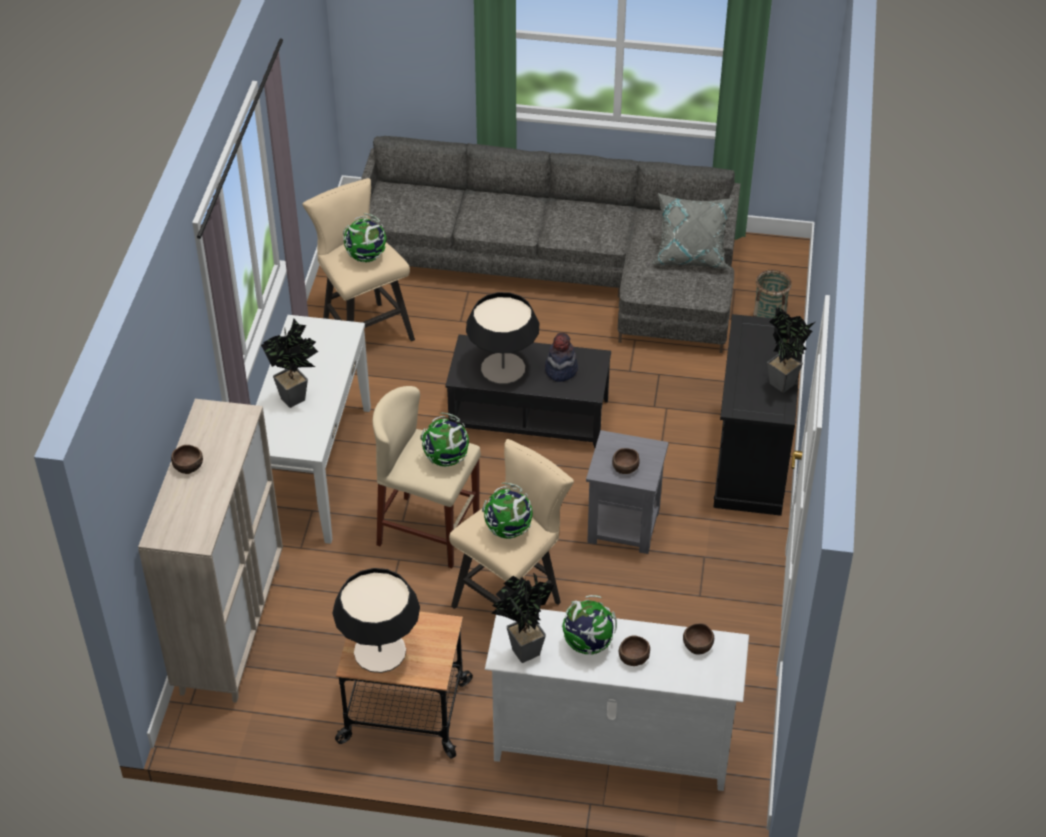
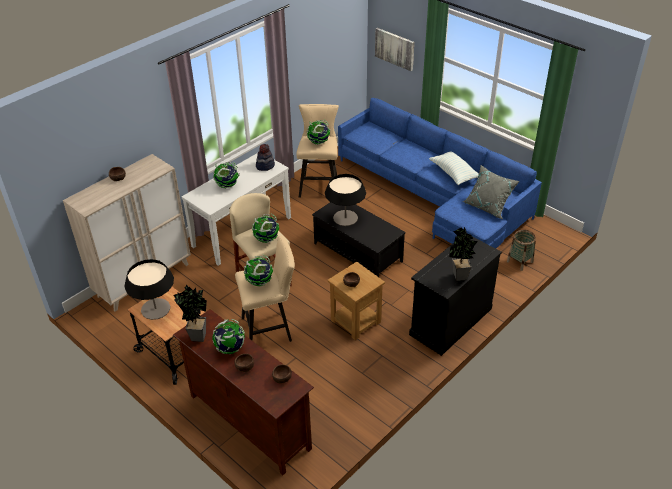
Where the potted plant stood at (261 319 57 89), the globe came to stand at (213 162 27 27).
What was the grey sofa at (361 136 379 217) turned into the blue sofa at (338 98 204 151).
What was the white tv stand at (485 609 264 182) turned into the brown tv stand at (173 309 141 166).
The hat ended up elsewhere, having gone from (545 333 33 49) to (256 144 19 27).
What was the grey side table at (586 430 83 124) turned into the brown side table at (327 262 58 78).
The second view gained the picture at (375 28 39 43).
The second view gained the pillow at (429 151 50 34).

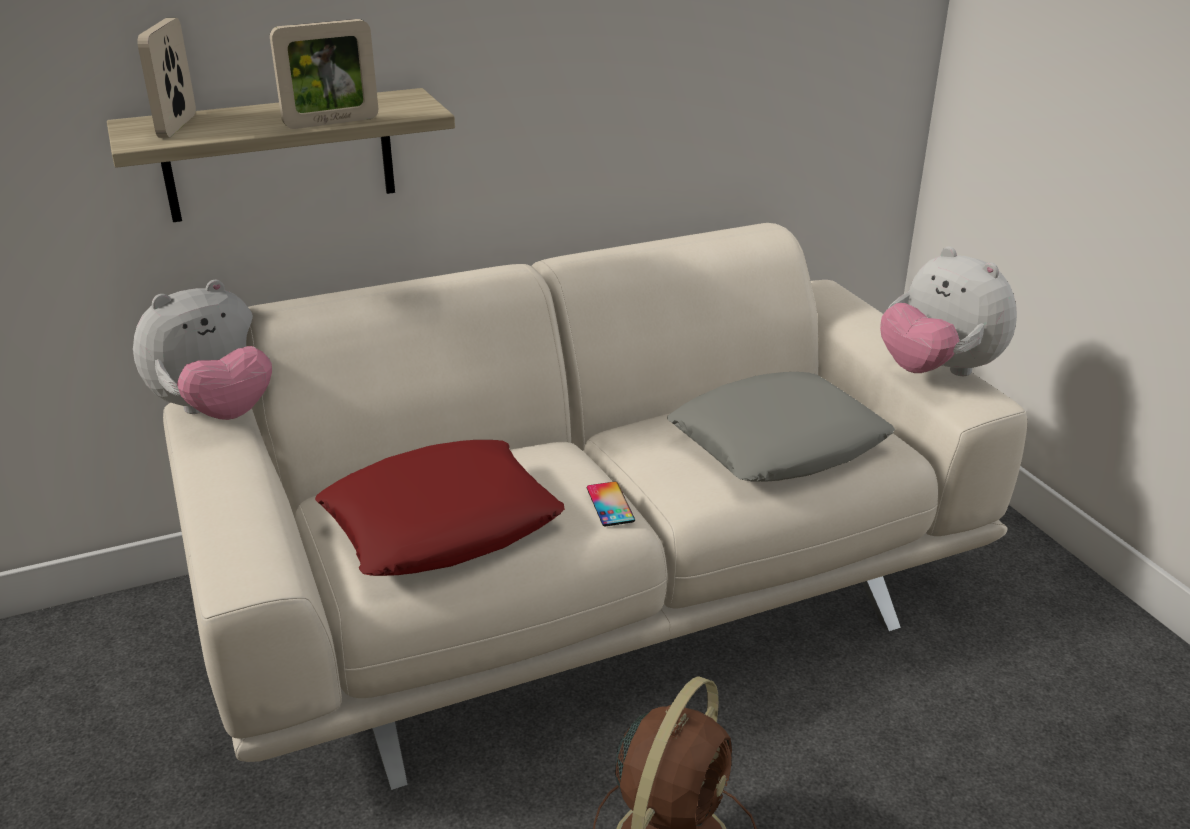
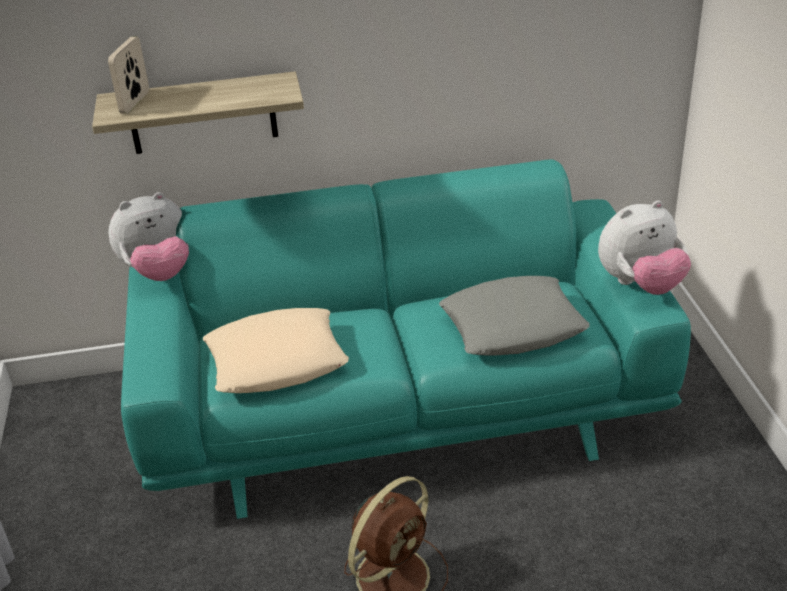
What was the beige sofa at (163 223 864 567) turned into the turquoise sofa at (121 159 570 360).
The second view lost the picture frame at (270 19 108 110).
What was the red pillow at (315 440 250 136) turned into the beige pillow at (203 308 146 85).
The second view lost the phone at (587 482 48 44).
The plush toy at (880 246 137 130) ended up facing another way, 90 degrees counterclockwise from before.

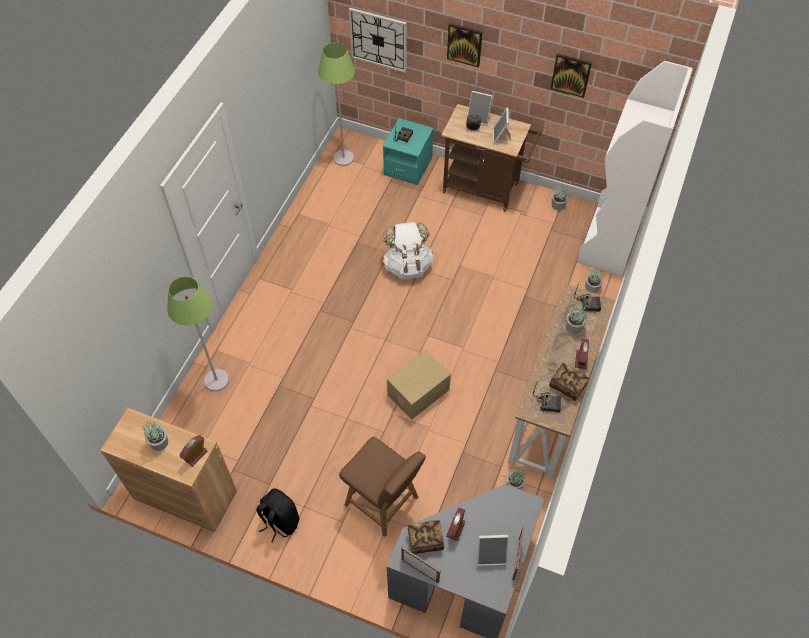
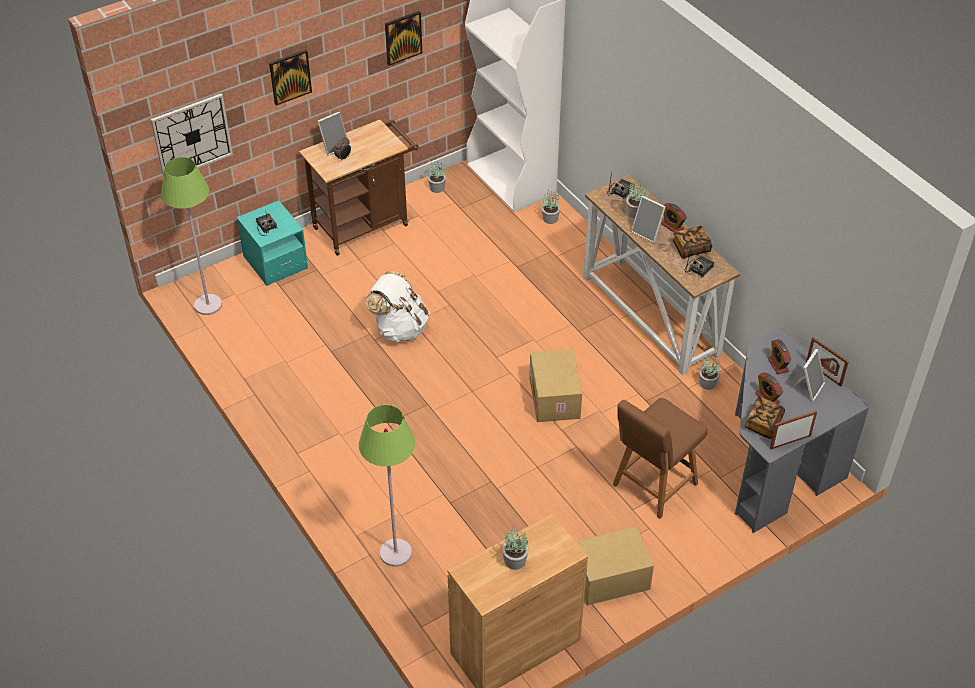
The alarm clock ended up elsewhere, having gone from (179 435 28 32) to (768 339 23 35).
Where the black backpack stood at (256 488 43 55), the cardboard box came to stand at (575 527 79 78).
The brown chair at (339 437 87 100) ended up facing another way, 150 degrees clockwise from before.
The picture frame ended up elsewhere, having gone from (493 108 18 37) to (631 196 35 47).

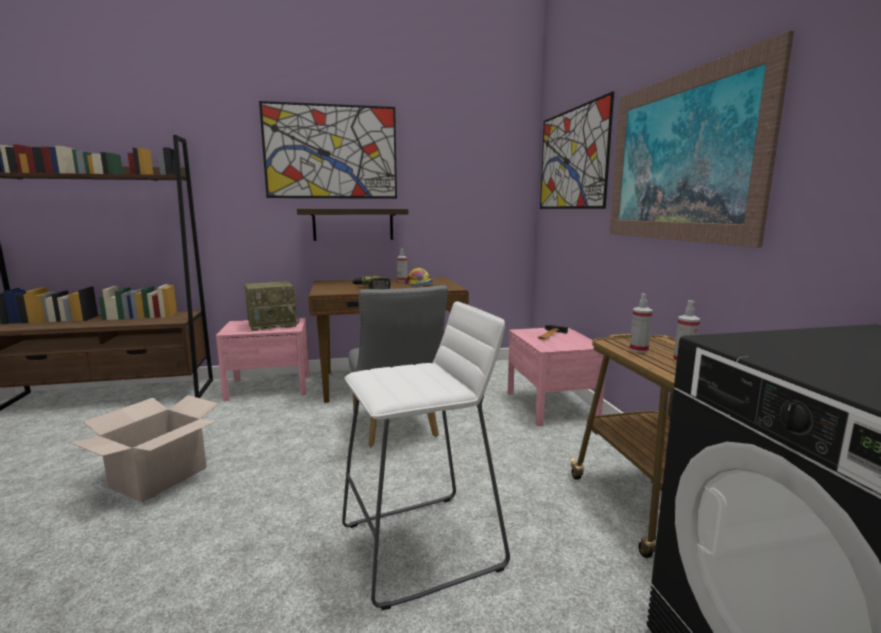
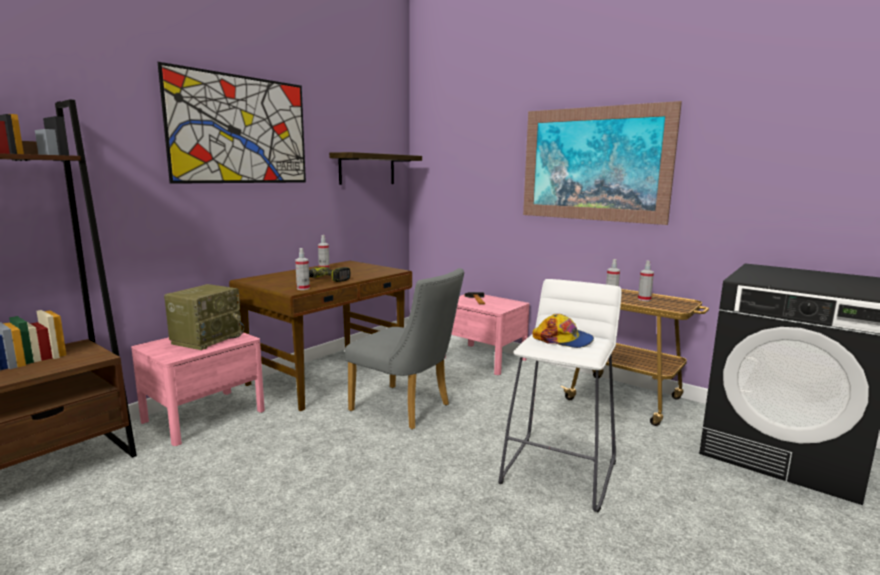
The second view lost the cardboard box at (71 395 148 108).
The shelf ended up elsewhere, having gone from (297 209 111 32) to (329 152 93 33).
The cap ended up elsewhere, having gone from (405 268 29 18) to (532 314 62 34).
The second view lost the picture at (540 91 74 118).
The second view gained the spray bottle at (295 248 15 42).

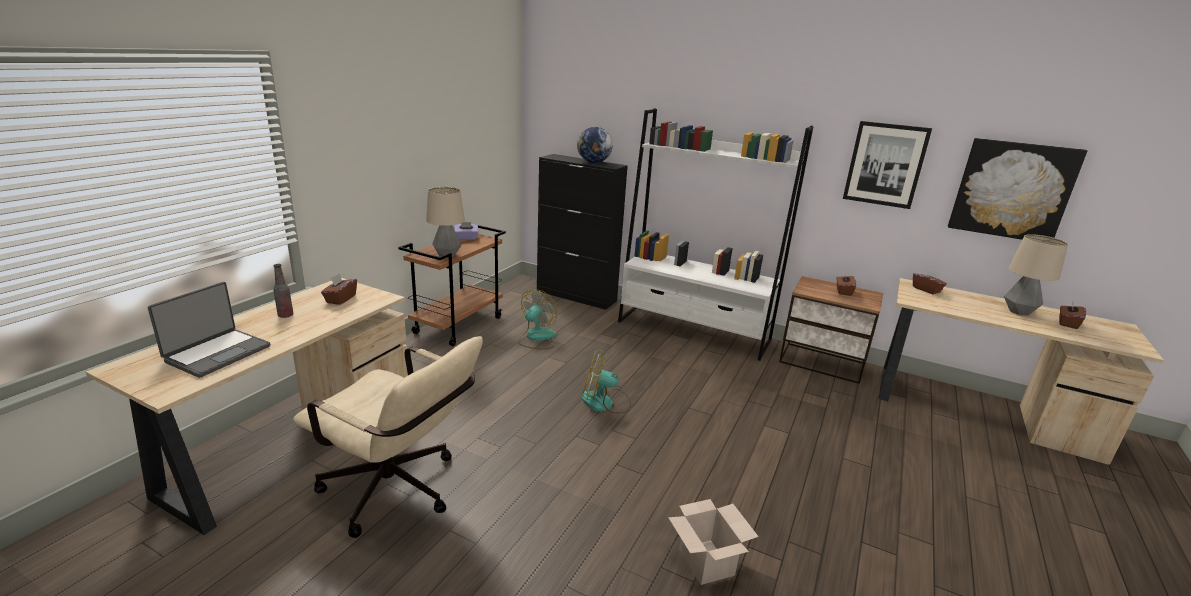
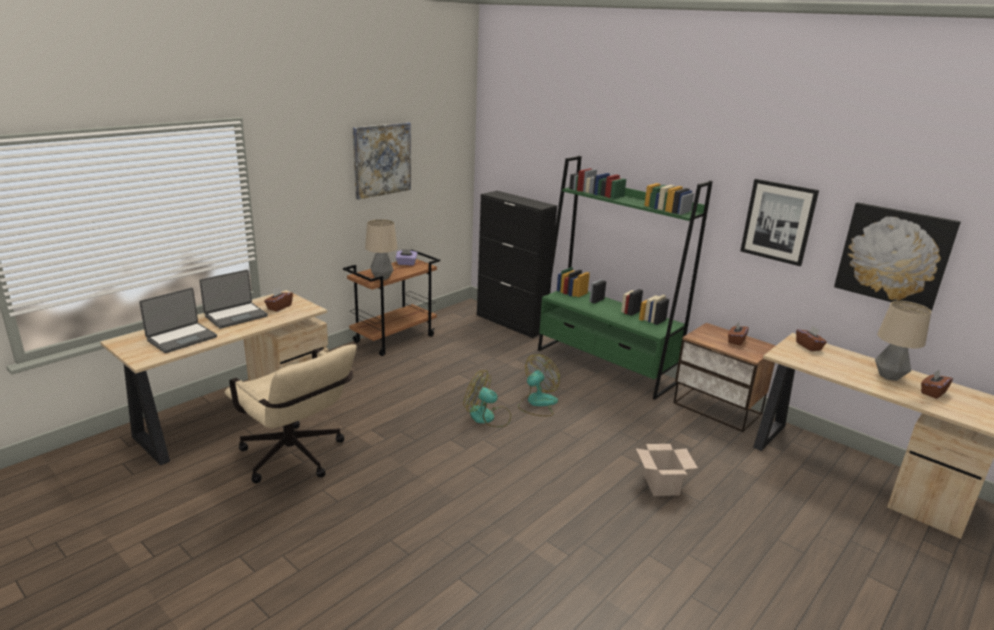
Where the bottle stood at (273 264 20 54), the laptop came to stand at (199 270 69 59).
The fan ended up elsewhere, having gone from (518 290 39 59) to (518 355 42 61).
The second view lost the globe at (577 127 36 36).
What was the white bookcase at (618 108 196 253) turned into the green bookcase at (538 156 175 244).
The cardboard box ended up elsewhere, having gone from (668 499 91 86) to (636 444 62 52).
The second view gained the picture at (353 122 58 78).

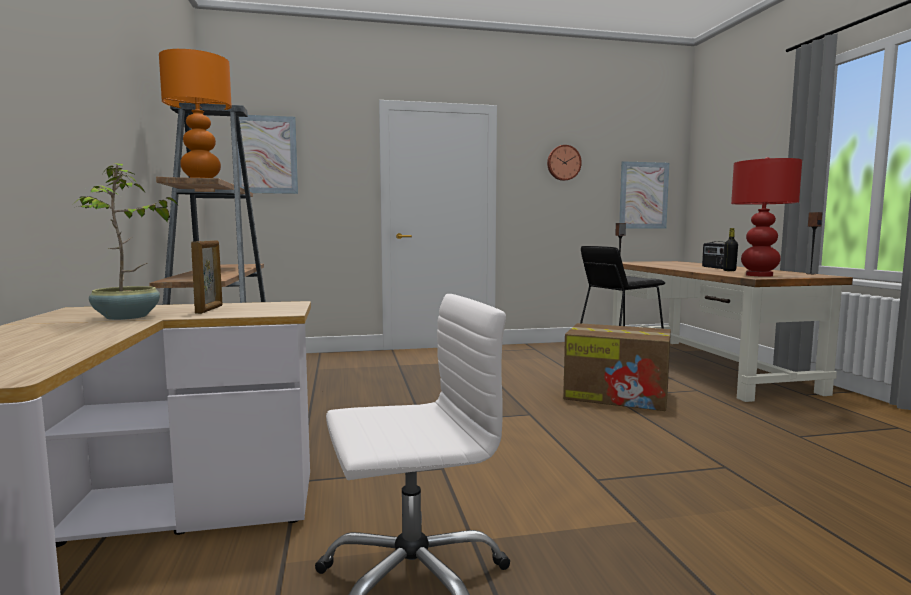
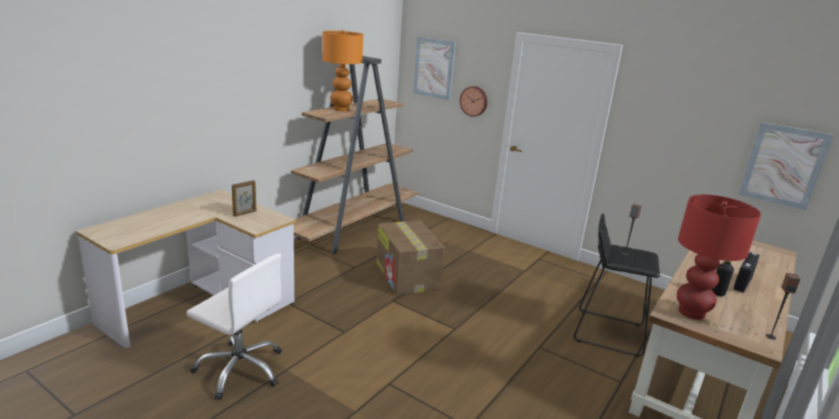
The second view lost the potted plant at (74 163 104 157).
The wall clock ended up elsewhere, having gone from (547 145 35 36) to (460 86 27 31).
The cardboard box ended up elsewhere, having gone from (563 323 108 88) to (376 220 69 75).

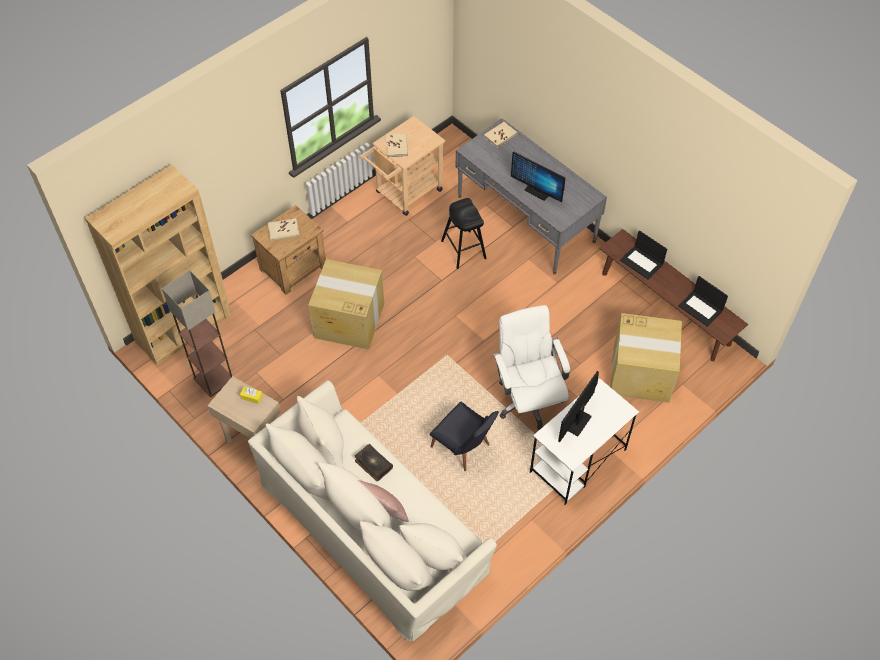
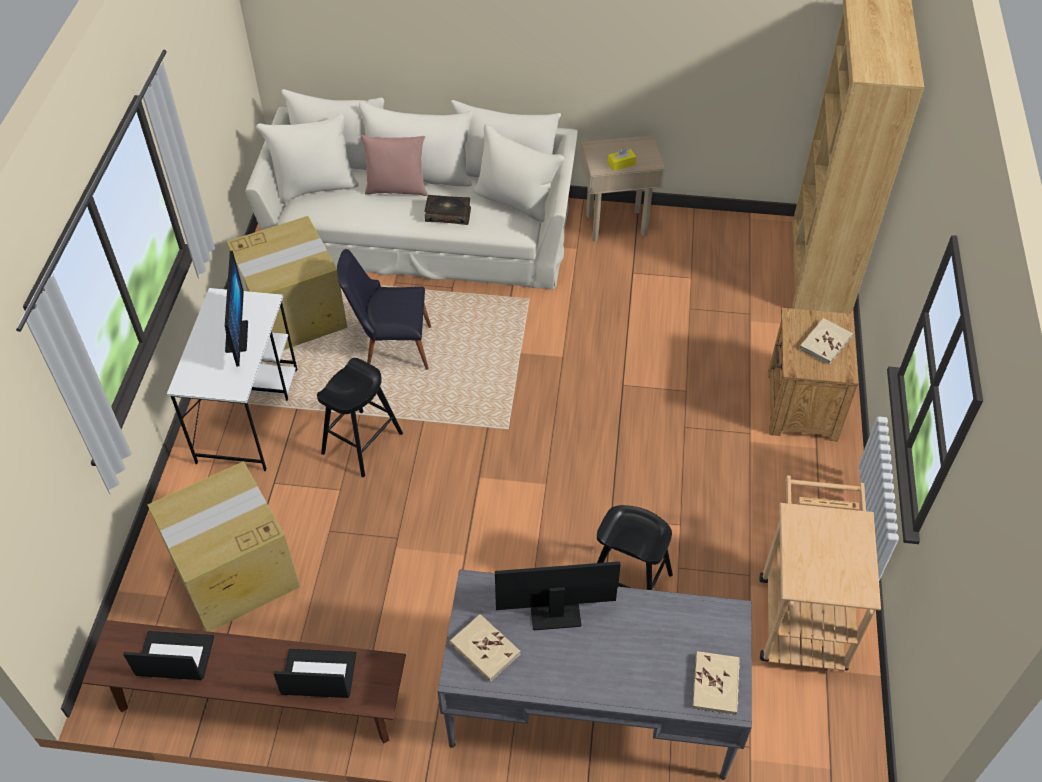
The second view lost the floor lamp at (162 270 70 127).
The cardboard box ended up elsewhere, having gone from (308 259 76 91) to (227 216 120 134).
The beige book ended up elsewhere, having gone from (386 133 22 24) to (450 614 70 68).
Where the white office chair stood at (494 305 76 125), the black stool came to stand at (317 358 86 119).

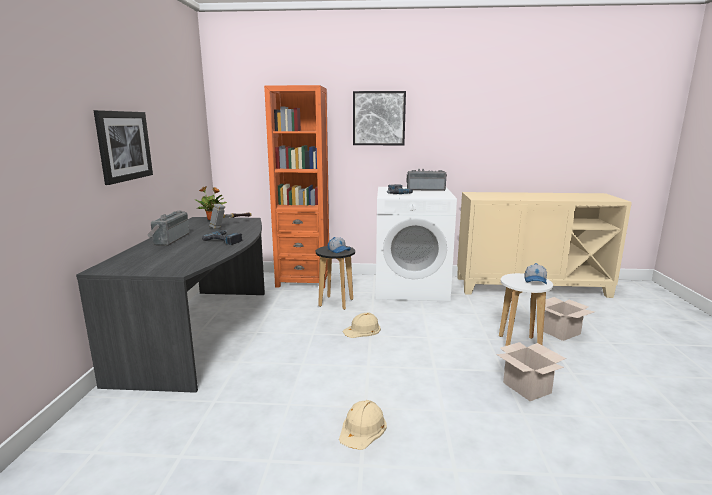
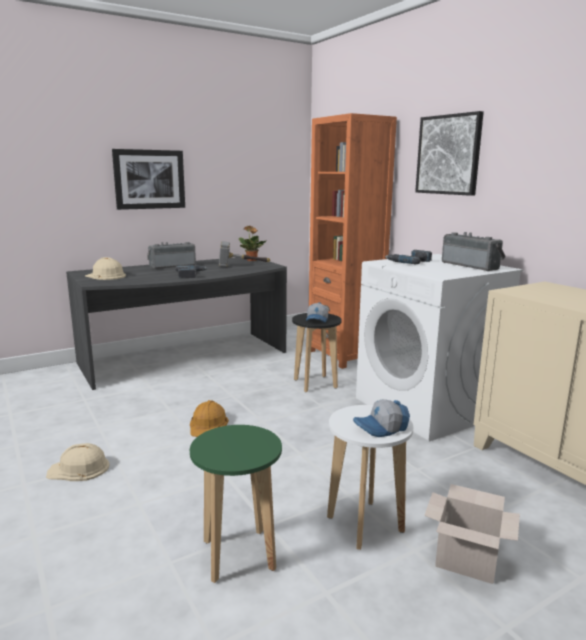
The beige hard hat ended up elsewhere, having gone from (342 312 39 26) to (85 257 41 23).
Where the cardboard box stood at (496 342 70 59), the green stool came to stand at (190 425 92 158).
The second view gained the orange hard hat at (190 400 39 37).

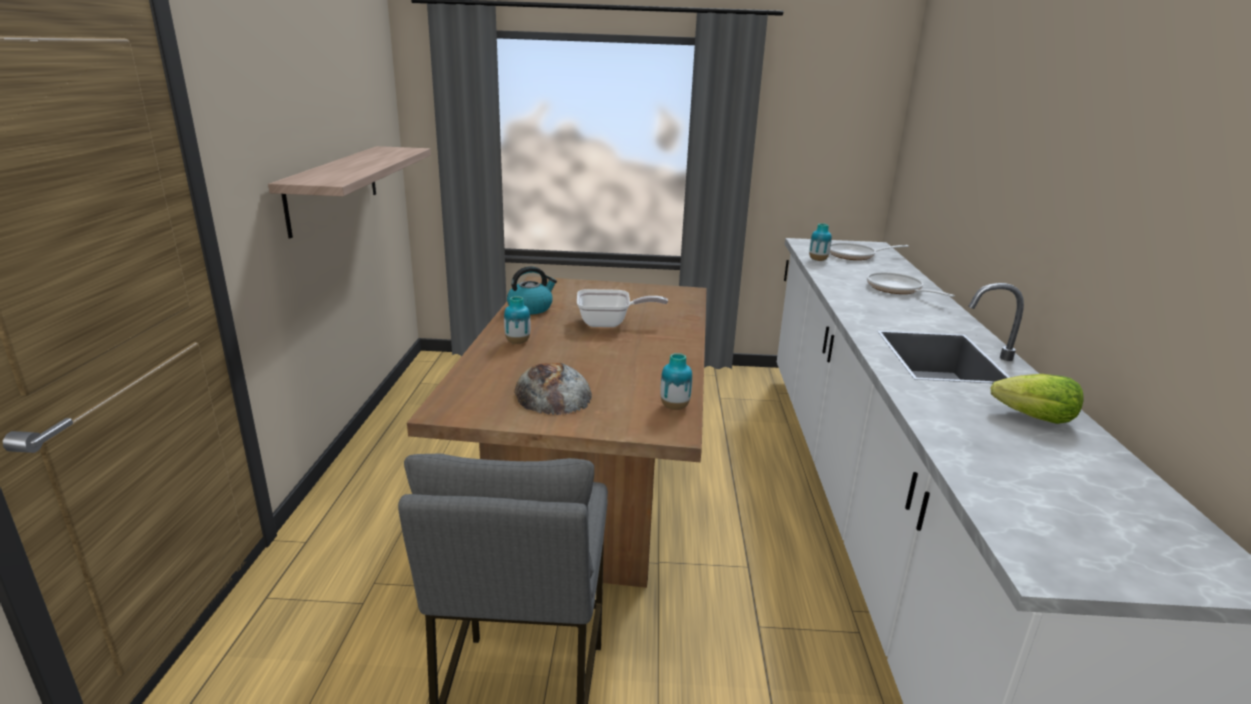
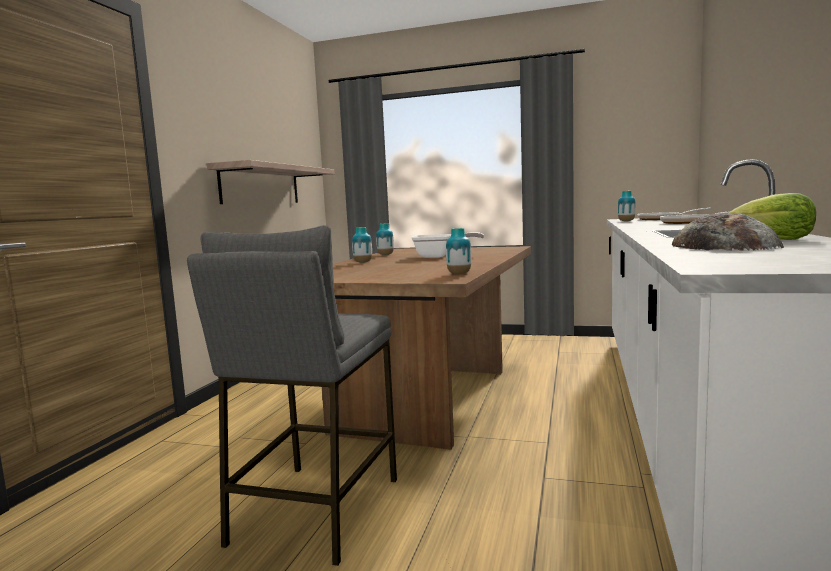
Where the kettle stood at (507 266 50 48), the vase came to stand at (376 223 18 32).
The bread ended up elsewhere, having gone from (514 363 78 52) to (672 214 112 37).

